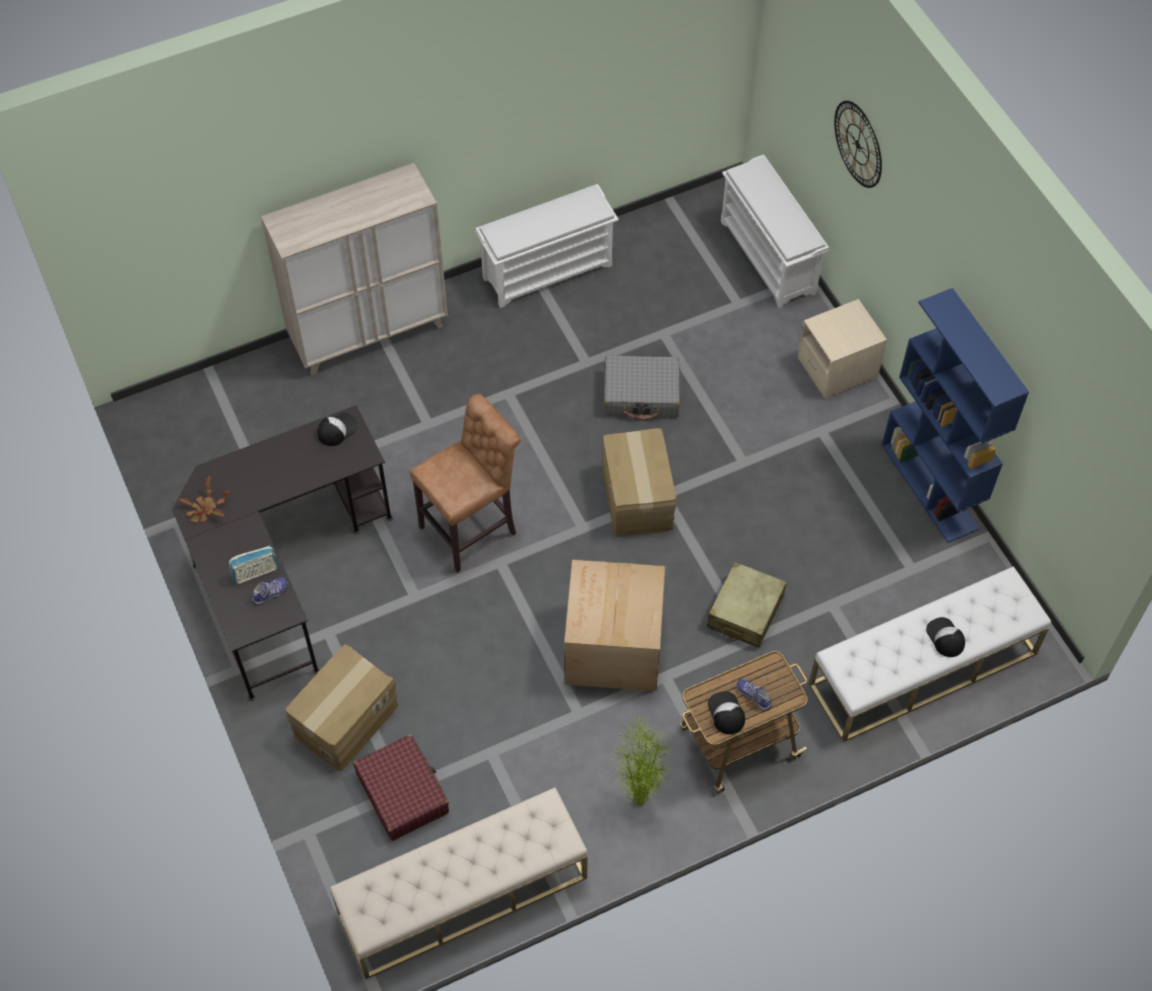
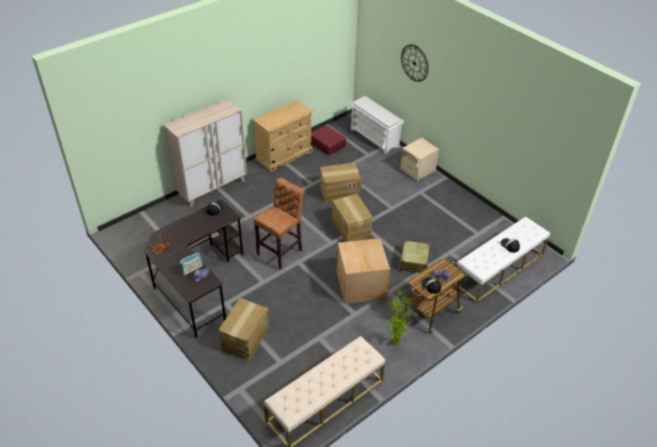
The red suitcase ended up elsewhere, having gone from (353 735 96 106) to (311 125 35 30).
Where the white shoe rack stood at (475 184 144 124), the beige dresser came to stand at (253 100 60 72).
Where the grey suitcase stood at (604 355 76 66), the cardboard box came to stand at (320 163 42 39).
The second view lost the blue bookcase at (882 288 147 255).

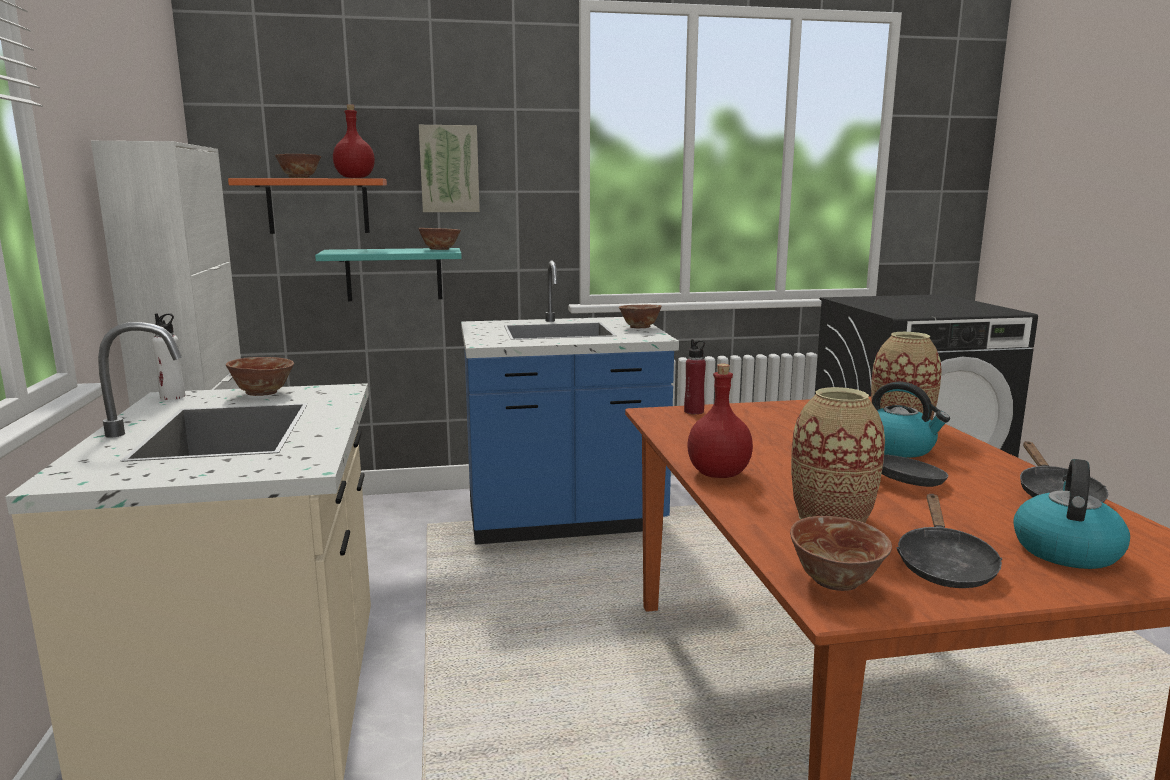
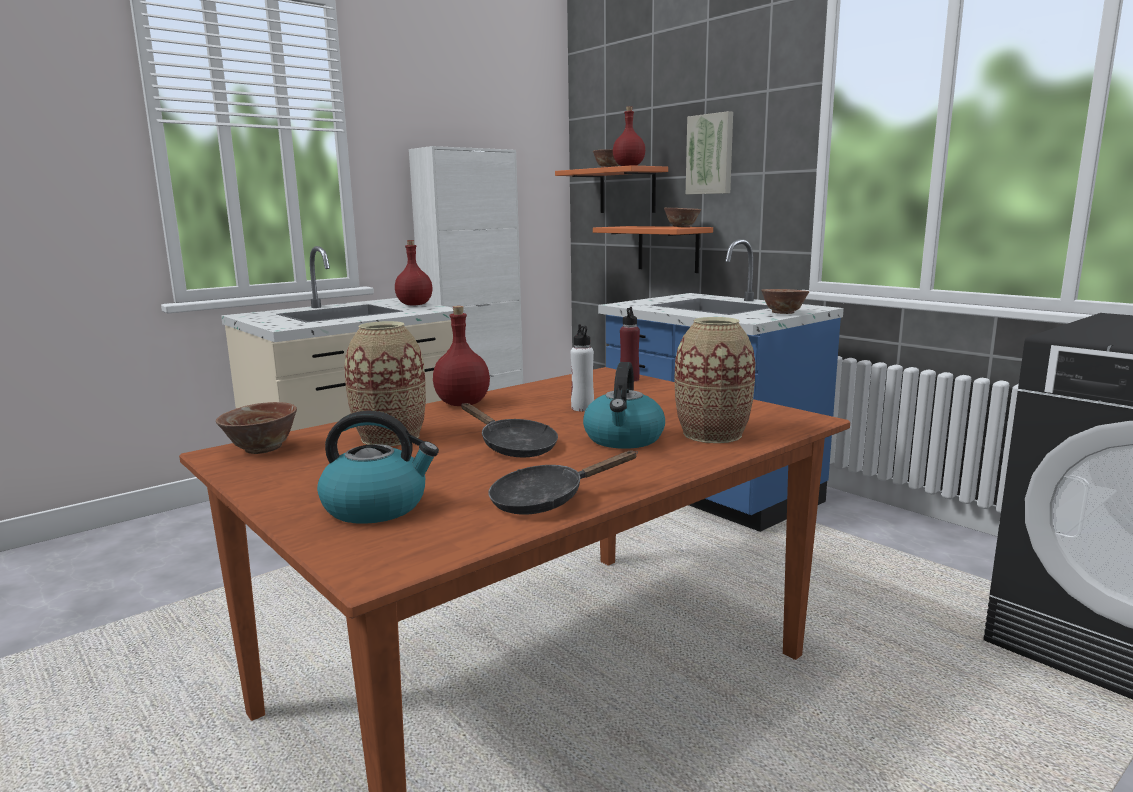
The white bottle ended up elsewhere, having gone from (152 313 33 87) to (571 324 23 87).
Where the bowl stood at (226 357 68 39), the red bottle came to stand at (395 240 38 66).
What was the turquoise shelf at (315 248 147 53) turned into the orange shelf at (593 226 120 47).
The second view lost the black frying pan at (897 494 106 94).

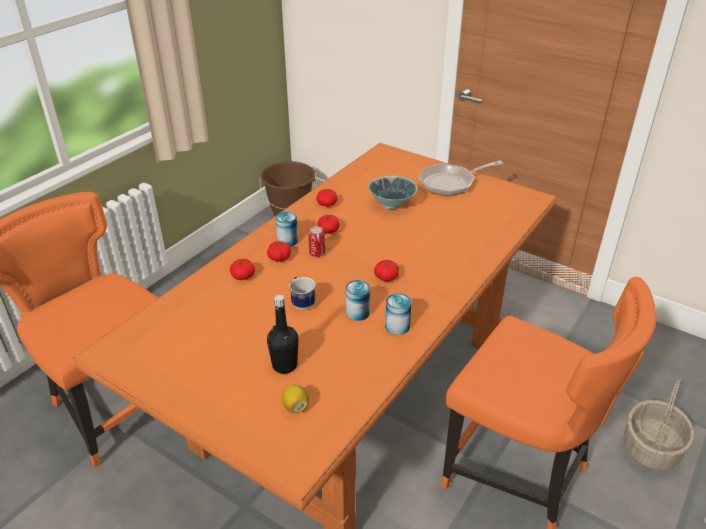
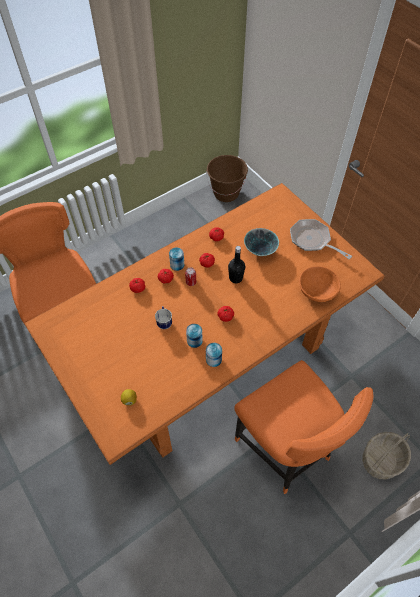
The black bottle ended up elsewhere, having gone from (267 295 32 79) to (228 246 17 37).
The frying pan at (418 160 85 36) ended up facing another way, 45 degrees clockwise from before.
The second view gained the orange bowl at (299 266 42 36).

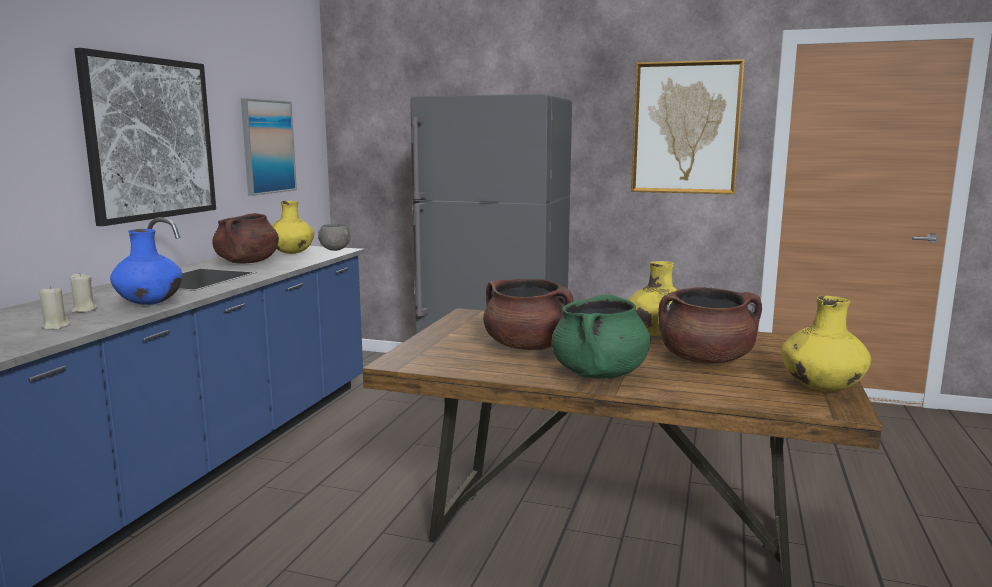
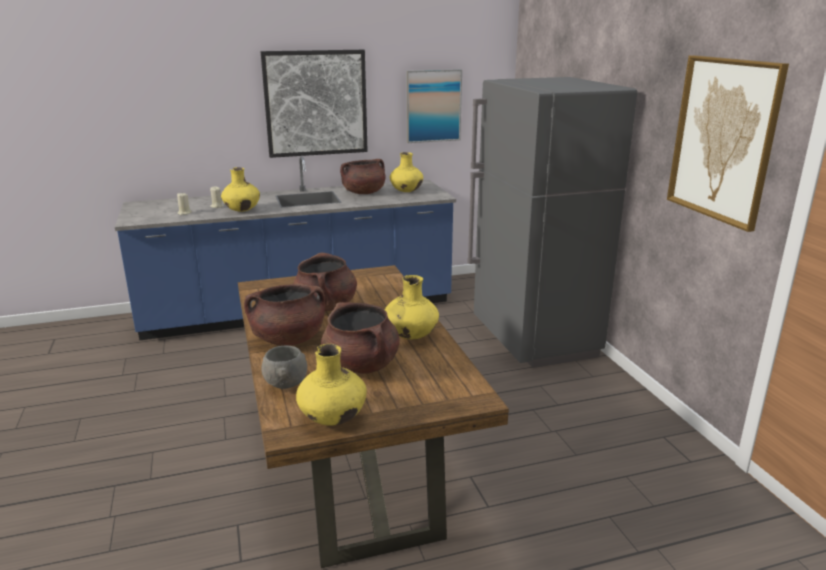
What was the blue vase at (110 229 72 76) turned into the yellow vase at (221 167 39 45).
The grey bowl ended up elsewhere, having gone from (318 224 33 27) to (261 345 46 44).
What was the green cooking pot at (551 294 100 85) turned into the brown cooking pot at (244 284 81 62).

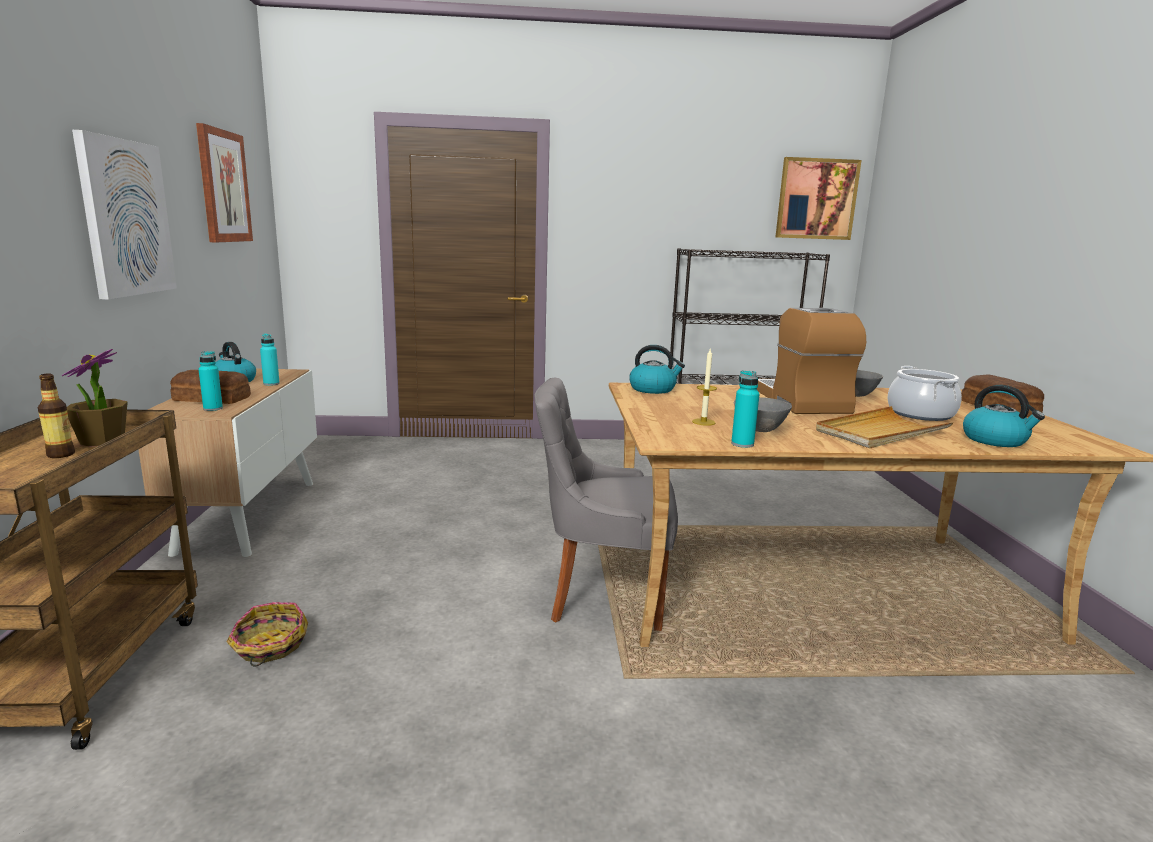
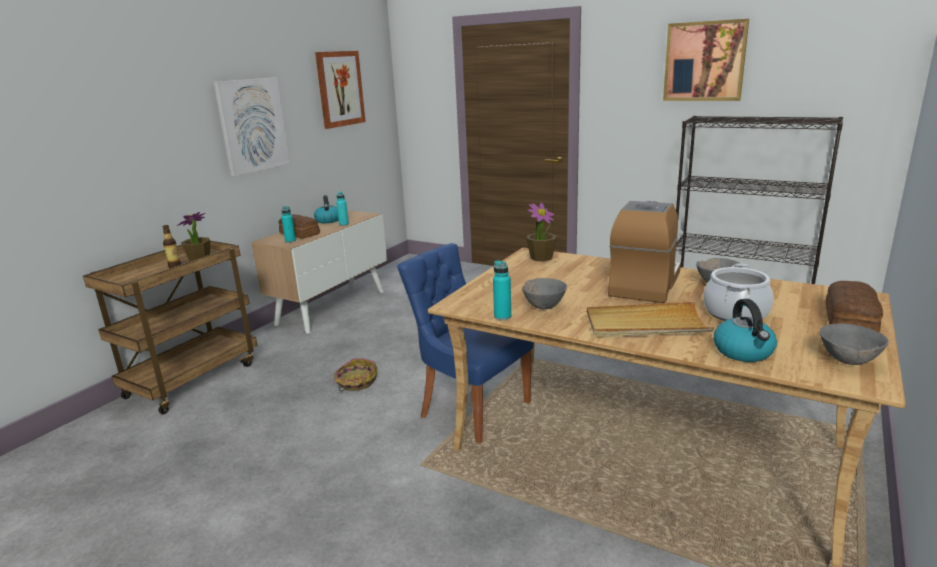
The basket ended up elsewhere, having gone from (226 602 82 64) to (334 358 43 33).
What was the grey chair at (534 378 144 253) turned into the blue chair at (397 243 137 201).
Where the kettle stood at (629 345 56 49), the potted plant came to stand at (526 203 31 58).
The second view lost the candle at (692 349 25 77).
The picture ended up elsewhere, having gone from (776 157 86 83) to (663 19 86 82).
The second view gained the grey bowl at (819 324 70 41).

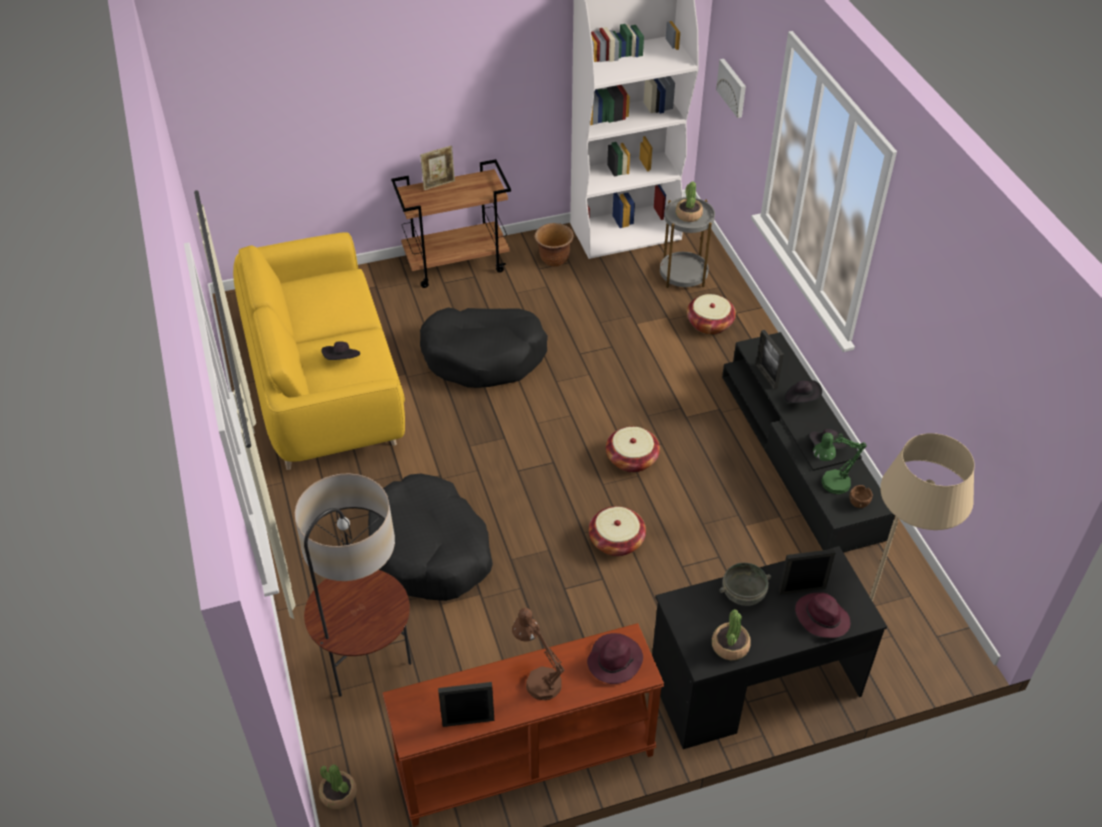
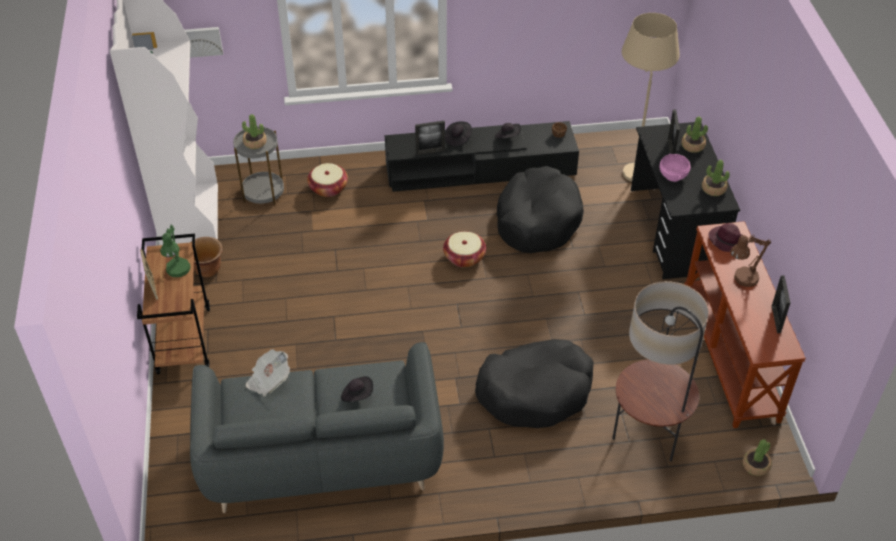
What was the yellow sofa at (233 232 172 238) turned into the grey sofa at (190 342 254 171).
The black dog bed ended up elsewhere, having gone from (420 307 128 81) to (497 166 87 87).
The second view lost the basket at (589 506 57 50).
What was the grey bowl at (719 563 52 43) turned into the pink bowl at (660 154 31 28).
Where the purple hat stood at (795 593 55 45), the potted plant came to stand at (681 117 27 36).
The green table lamp ended up elsewhere, having gone from (813 433 54 61) to (160 226 30 51).
The second view gained the newspaper at (246 349 44 48).

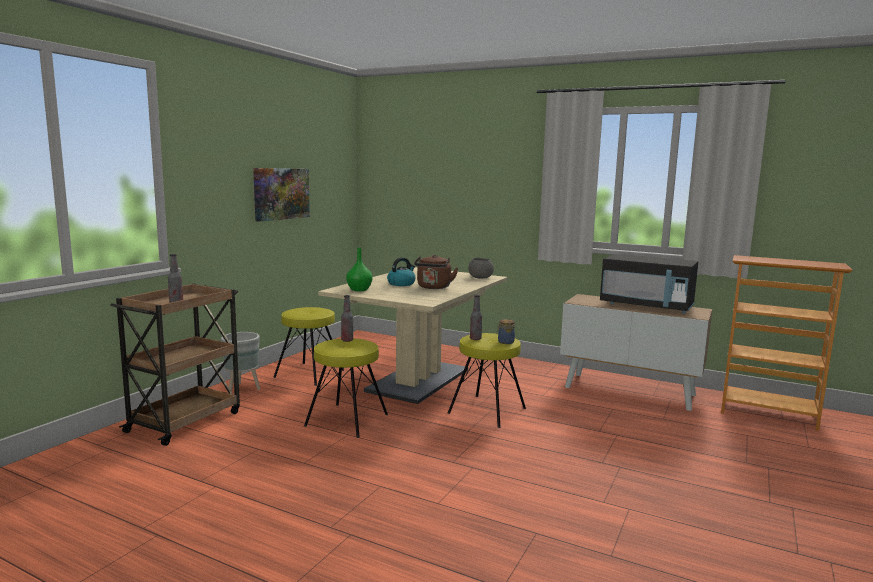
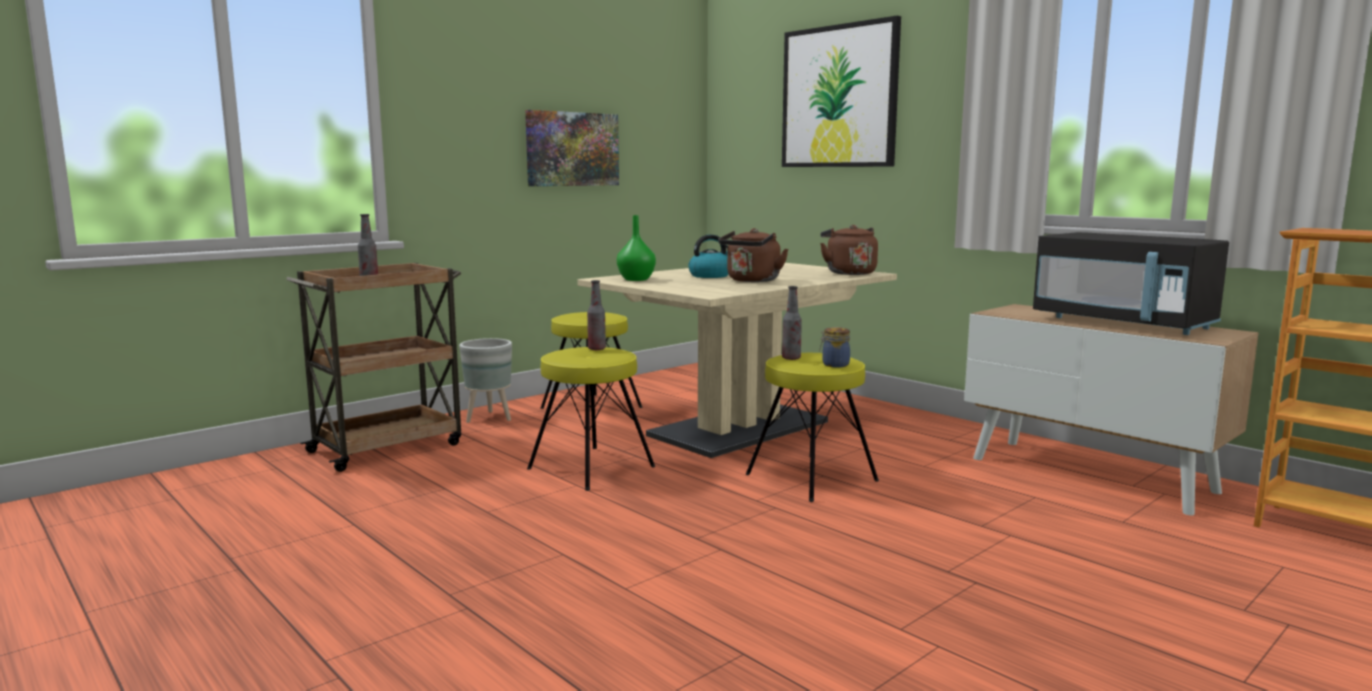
Where the grey bowl stood at (468 258 26 20), the brown kettle came to stand at (820 225 58 50).
The second view gained the picture at (782 16 119 151).

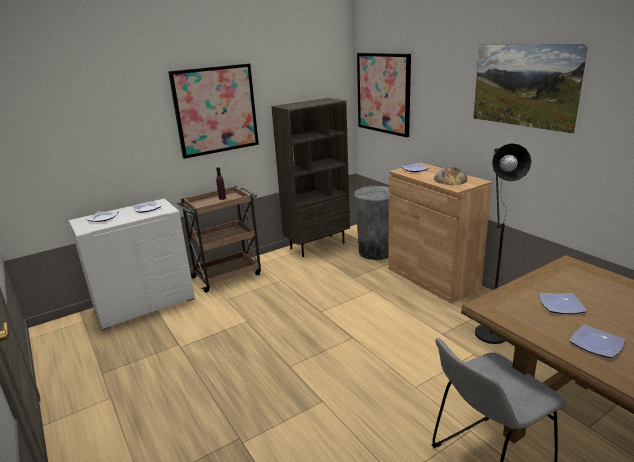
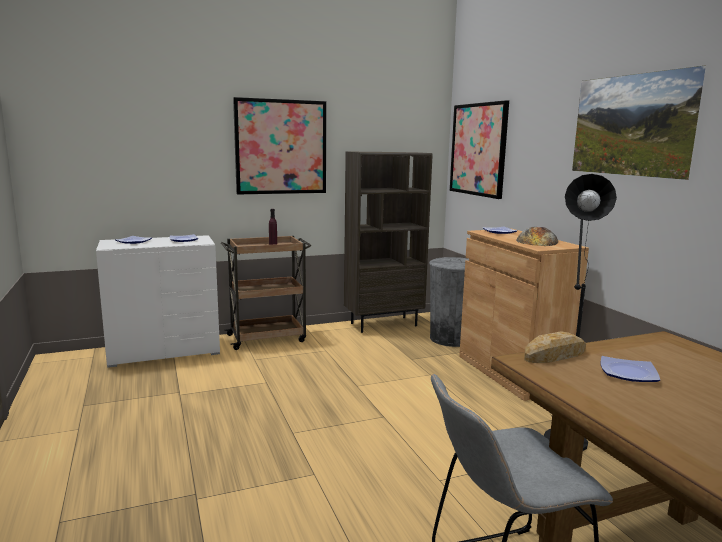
The second view lost the plate at (569 324 56 34).
The second view gained the bread at (524 331 62 32).

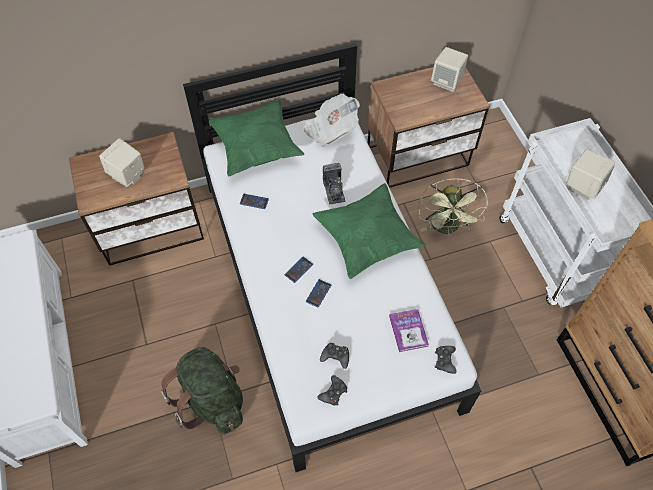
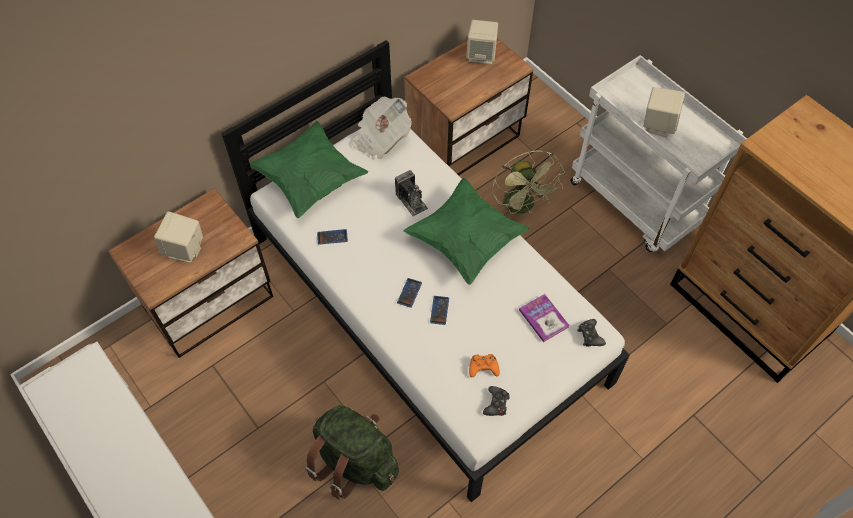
What was the black game controller at (320 343 29 26) turned into the orange game controller at (469 354 31 23).

